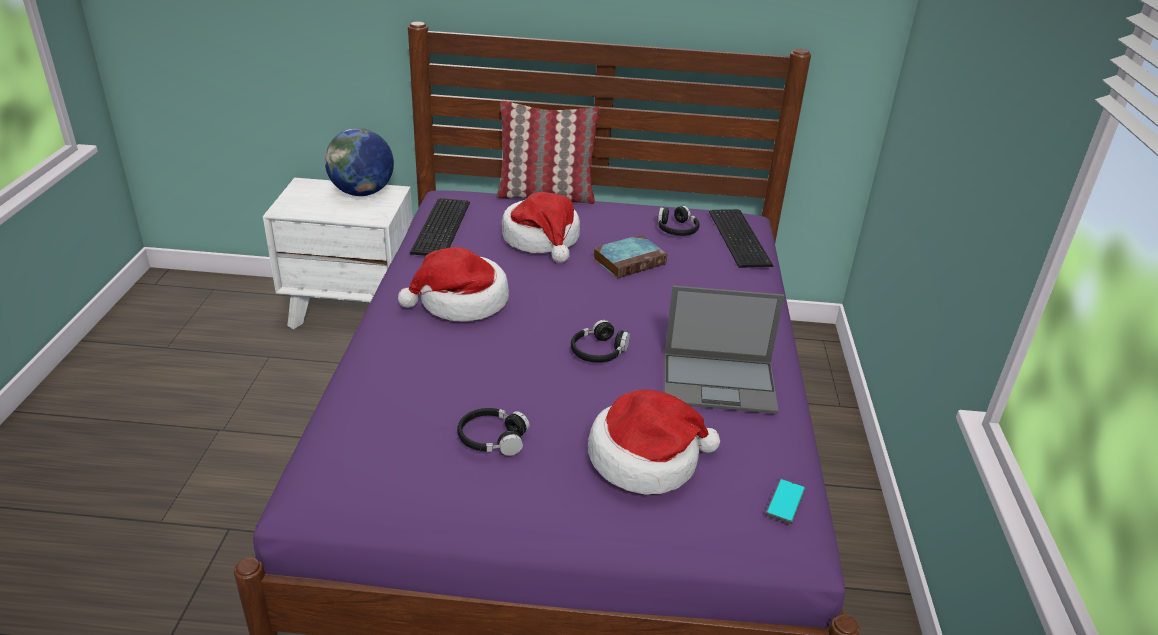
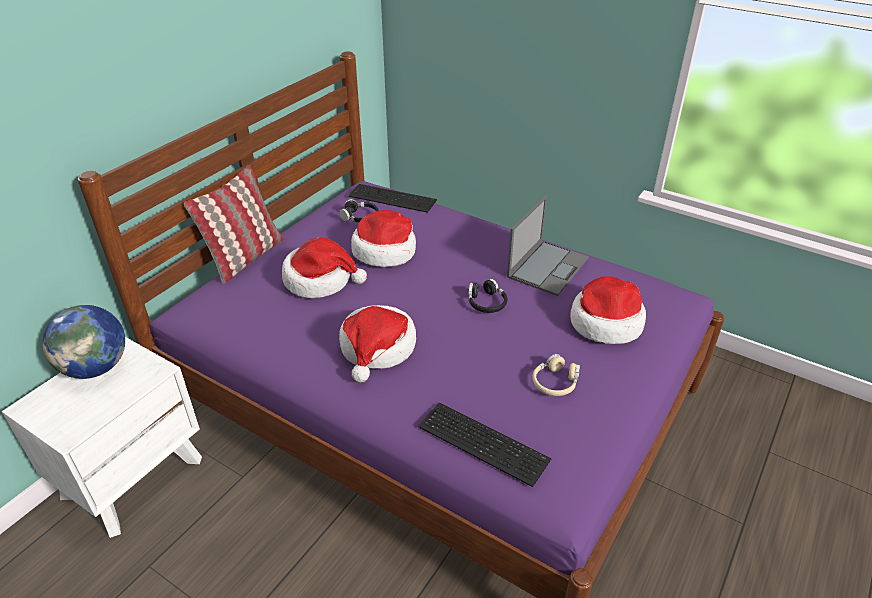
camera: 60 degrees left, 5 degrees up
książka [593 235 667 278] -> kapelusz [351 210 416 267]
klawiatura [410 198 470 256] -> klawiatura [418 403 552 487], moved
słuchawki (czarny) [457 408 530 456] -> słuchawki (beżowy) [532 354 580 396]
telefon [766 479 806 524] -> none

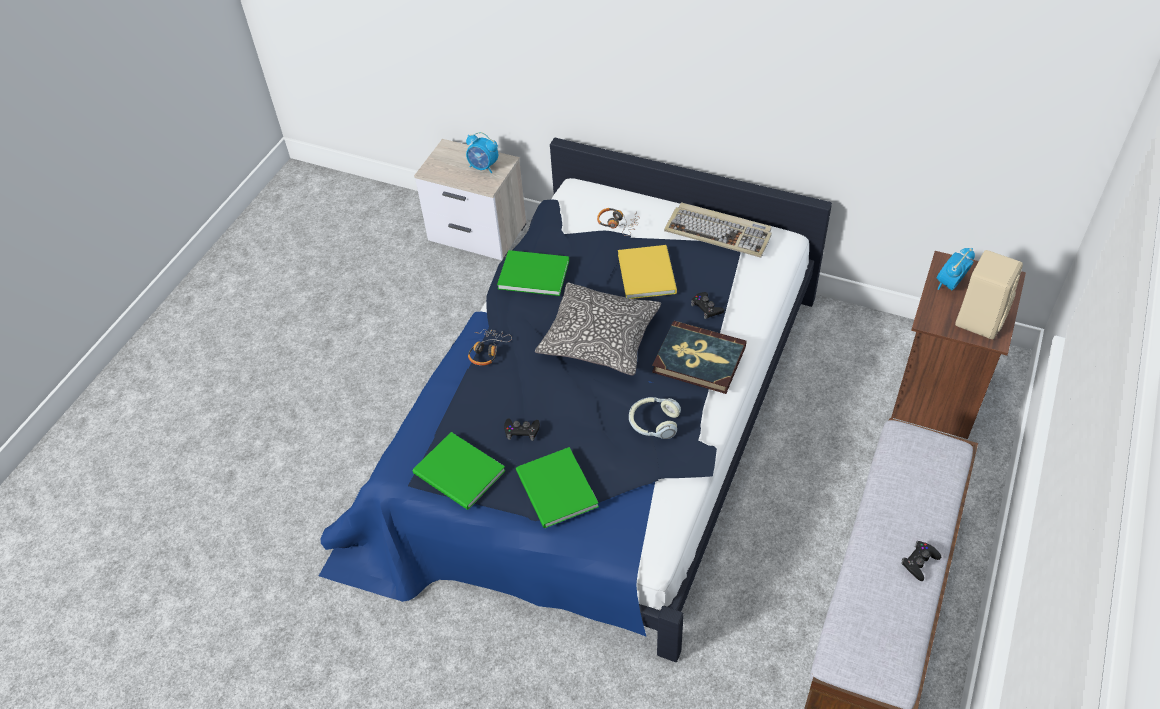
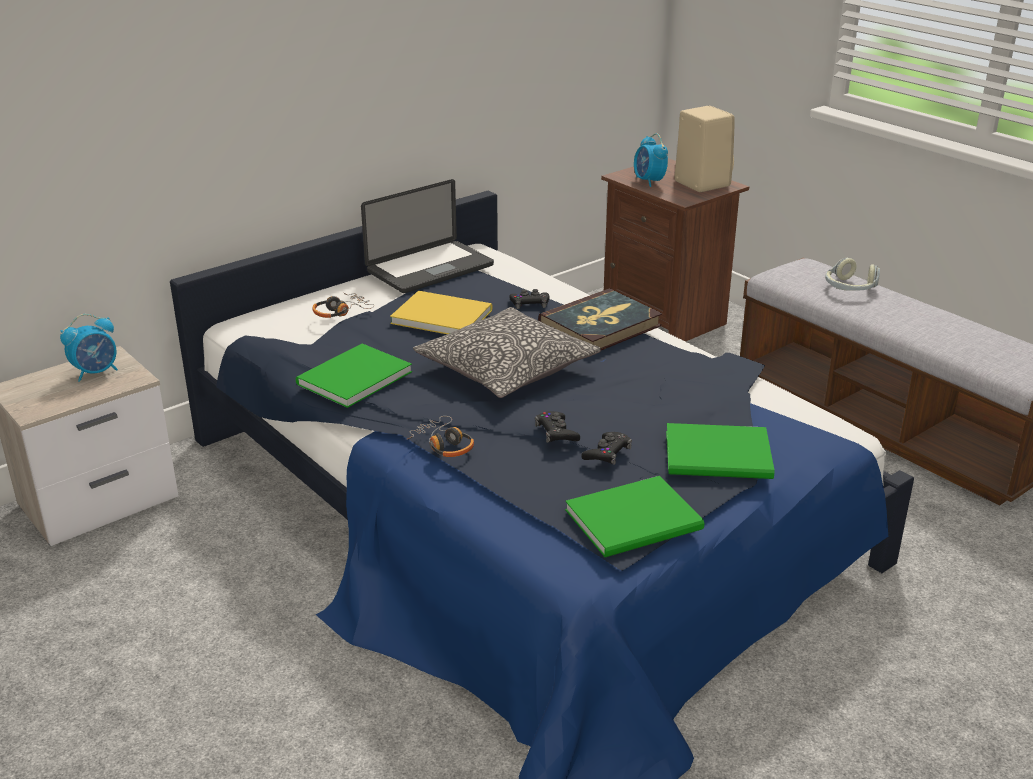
camera: 65 degrees left, 20 degrees down
klawiatura [664 203 772 258] -> laptop [361 179 494 293]
pad do gier (czarny) [901 541 941 581] -> pad do gier (czarny) [535 411 580 443], moved
słuchawki [629 397 681 439] -> słuchawki [825 258 880 291], moved

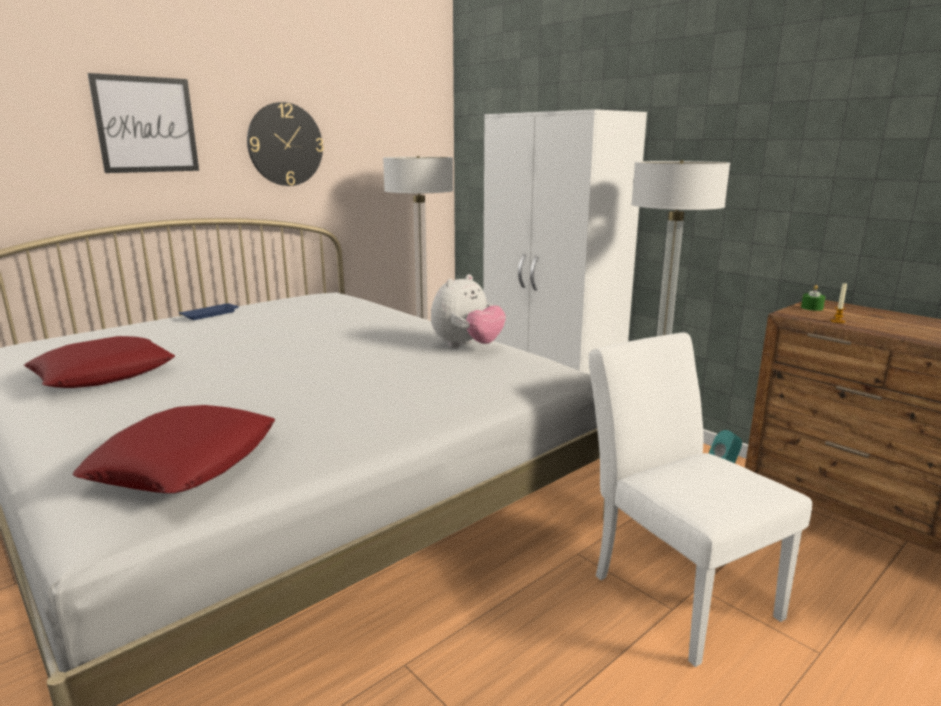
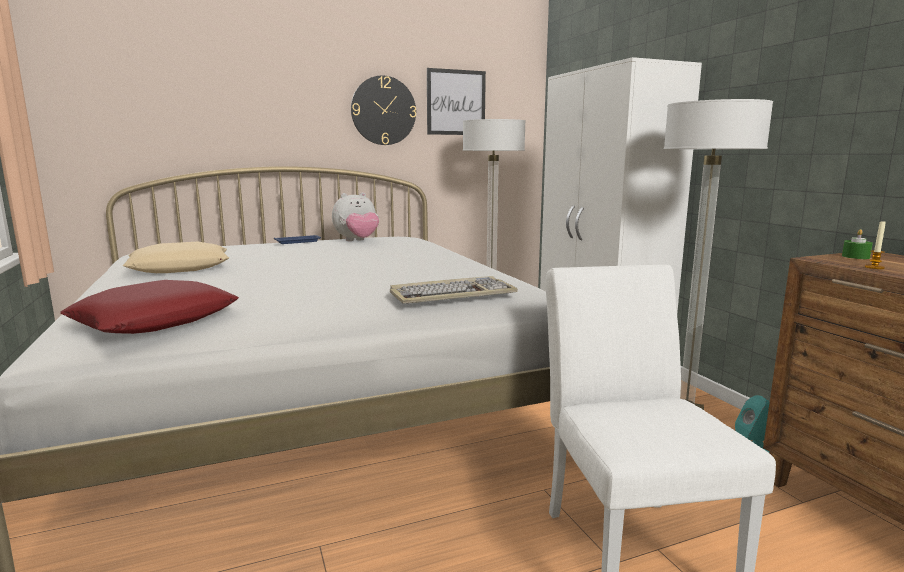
camera: 20 degrees right, 5 degrees down
poduszka (czerwony) [24 336 175 388] -> poduszka (beżowy) [123 242 229 273]
pluszak [431 274 506 348] -> pluszak [332 192 379 241], moved
none -> klawiatura [390 276 518 304]
obraz [87 73 199 173] -> obraz [427 68 486 135], moved

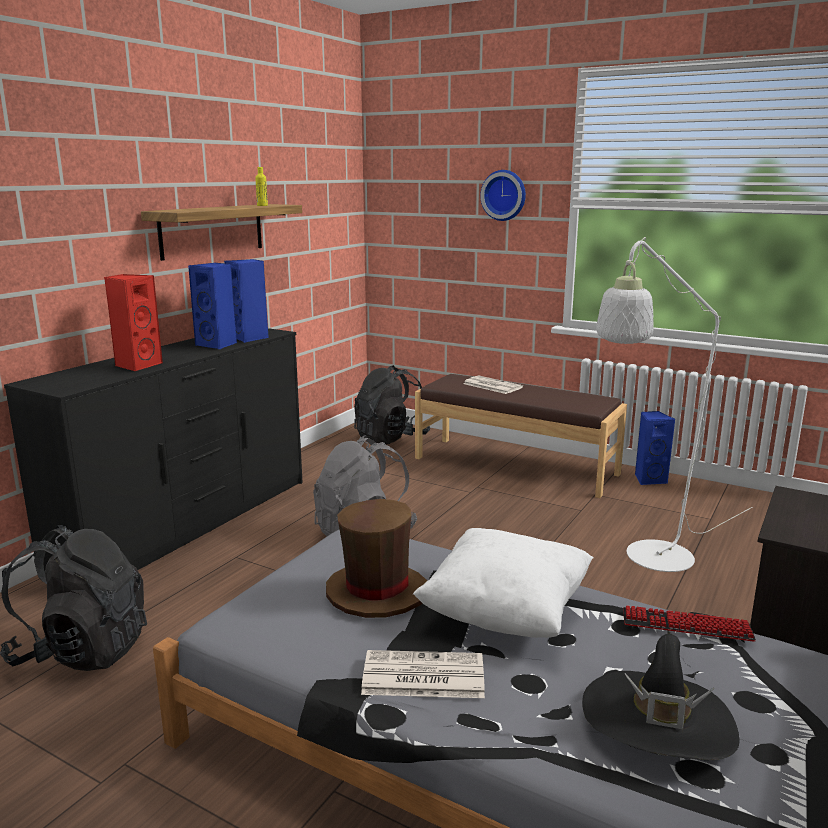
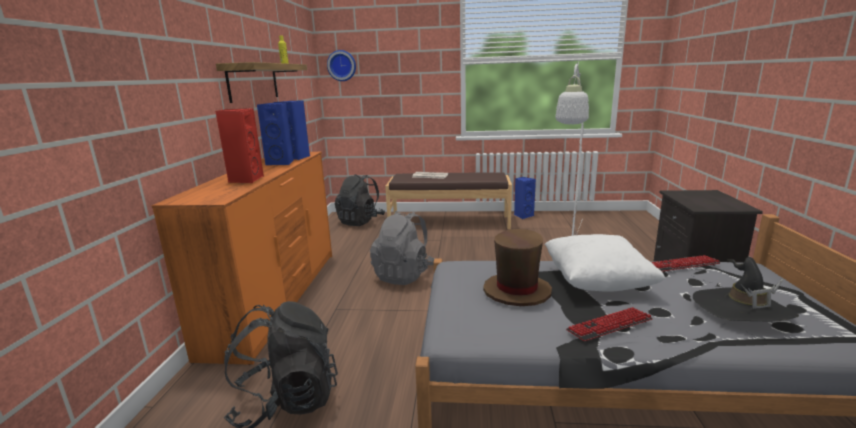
camera: 25 degrees left, 0 degrees up
komoda (czarny) [4 328 303 571] -> komoda (pomarańczowy) [151 152 332 365]
zegar ścienny [480 170 526 221] -> zegar ścienny [327 50 356 81], moved
gazeta [361 650 485 698] -> klawiatura [566 307 653 341]

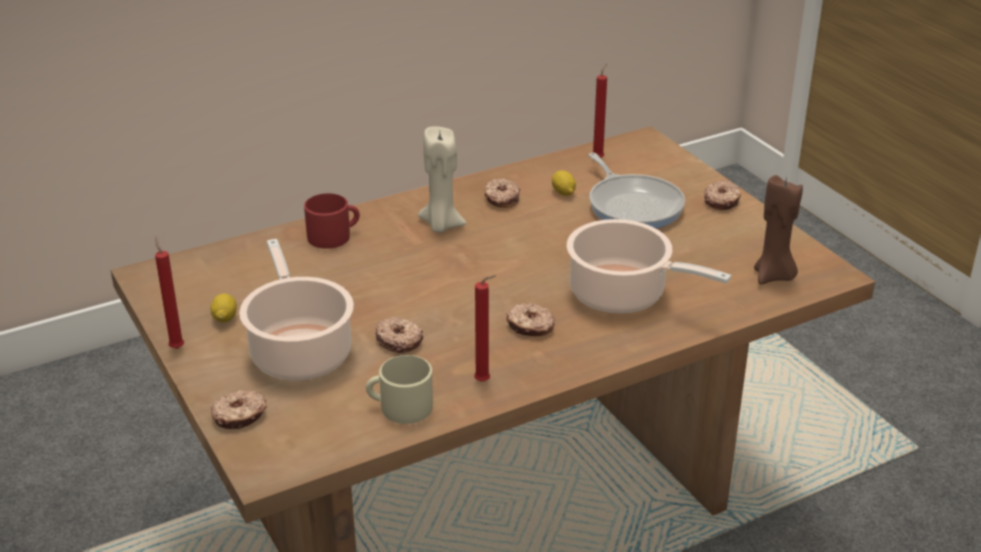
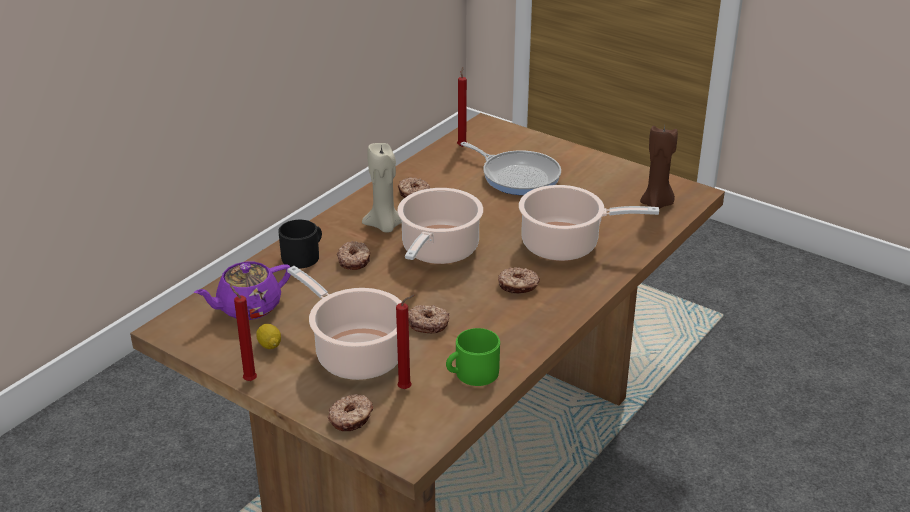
camera: 25 degrees left, 0 degrees up
none -> imbryk (fioletowy) [194 262 291 320]
kubek (czerwony) [304 193 360 249] -> kubek (czarny) [279 220 322 269]
donut [704 181 741 210] -> donut [337 241 370 270], moved
świeca (czerwony) [474 275 496 382] -> świeca (czerwony) [396 295 414 389], moved
none -> garnek [398 188 483 264]
kubek (beżowy) [366 355 433 424] -> kubek (zielony) [446 328 500 386]
cytryna [552 170 576 196] -> none

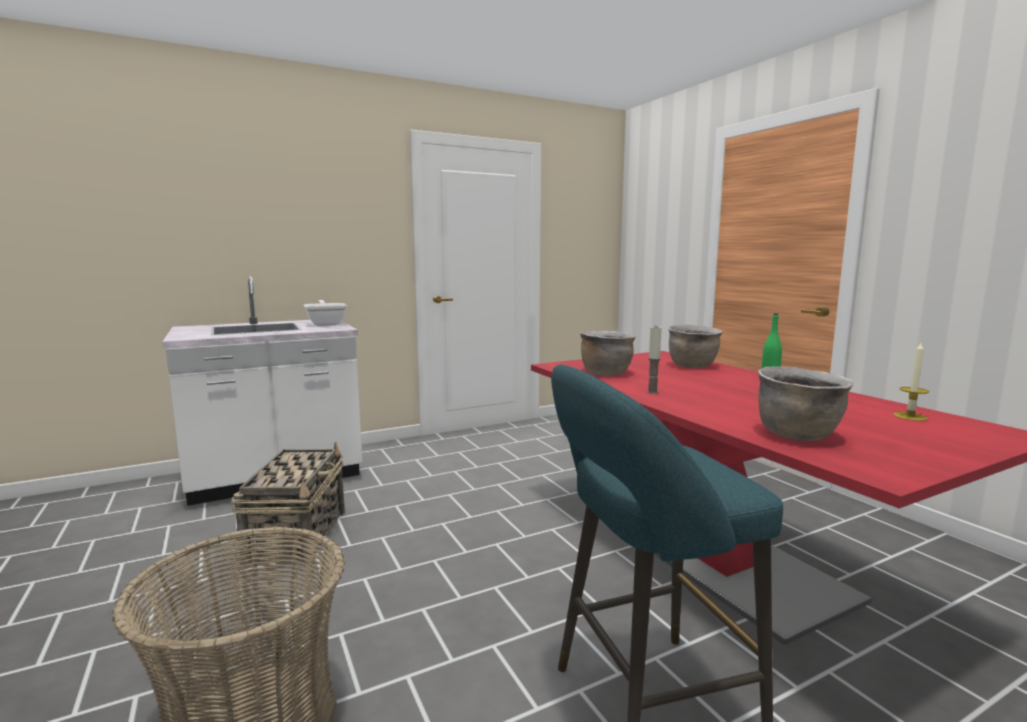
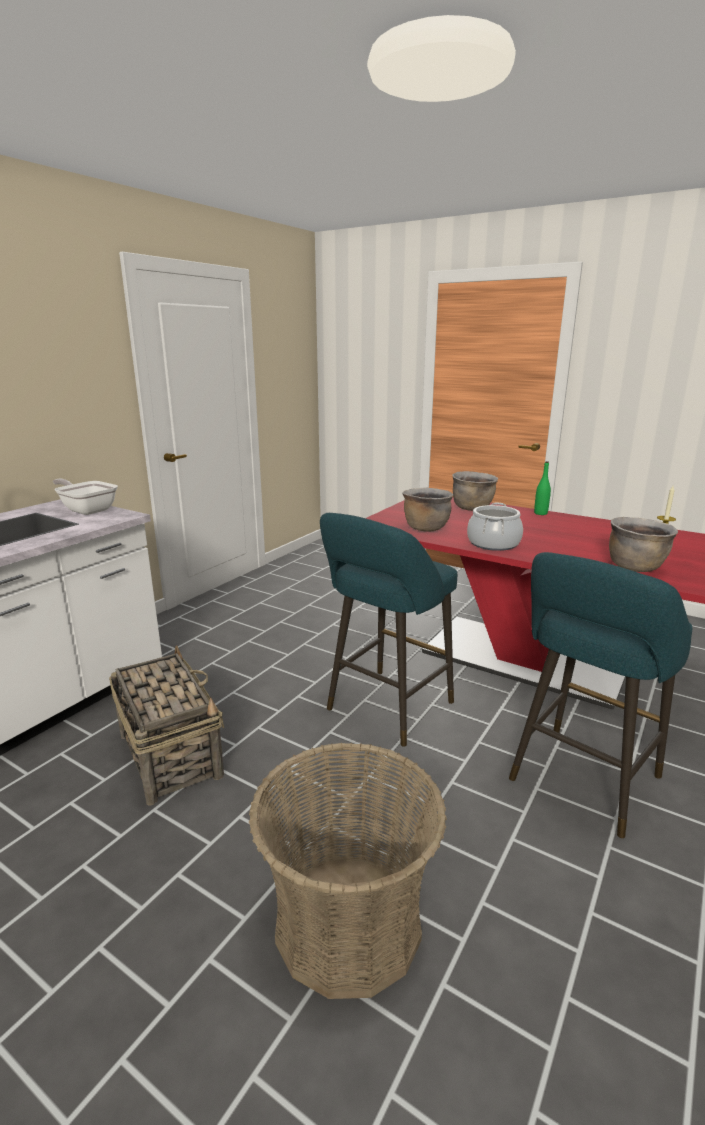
camera: 30 degrees left, 10 degrees up
none -> stołek (turkusowy) [320 513 457 746]
świeca [647 327 661 394] -> garnek [467 503 523 551]

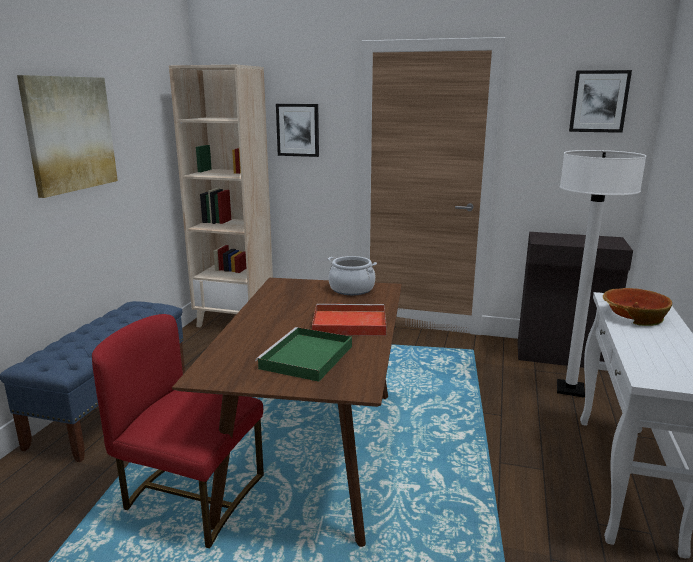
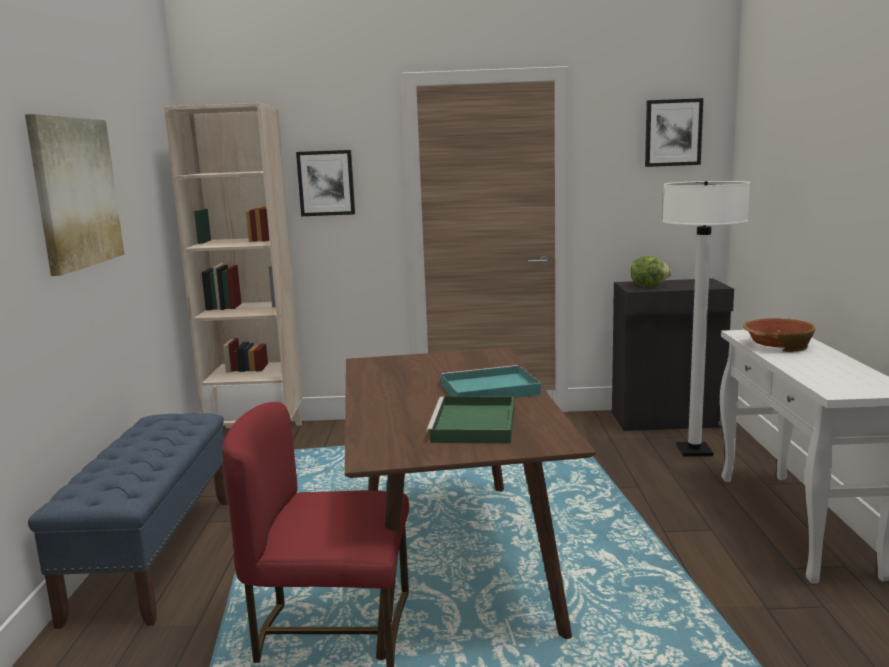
camera: 15 degrees left, 5 degrees down
taca (czerwony) [312 304 386 336] -> taca (turkusowy) [440 365 541 398]
none -> sałata [630 256 671 287]
garnek [328 256 377 295] -> none

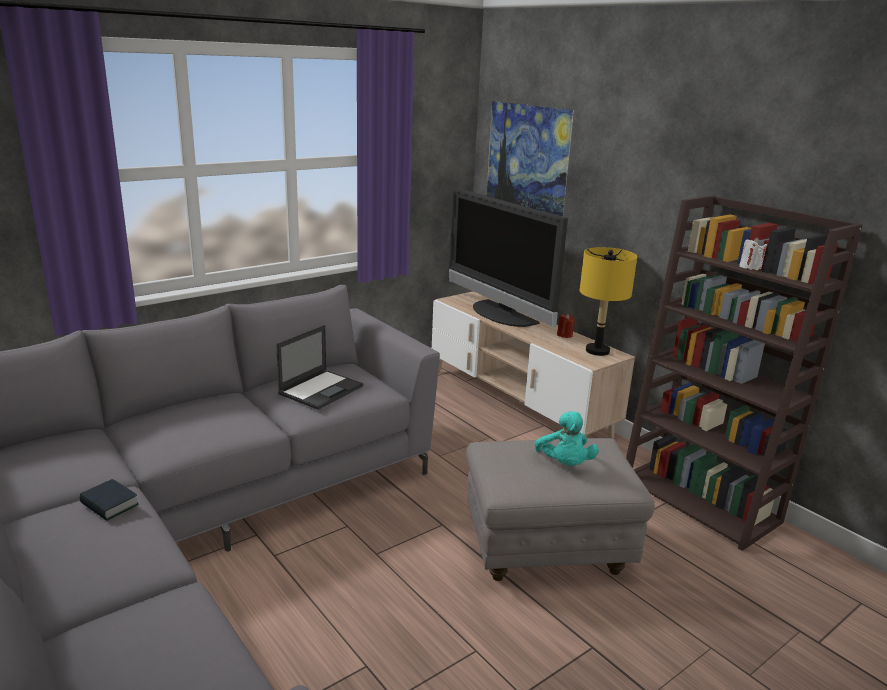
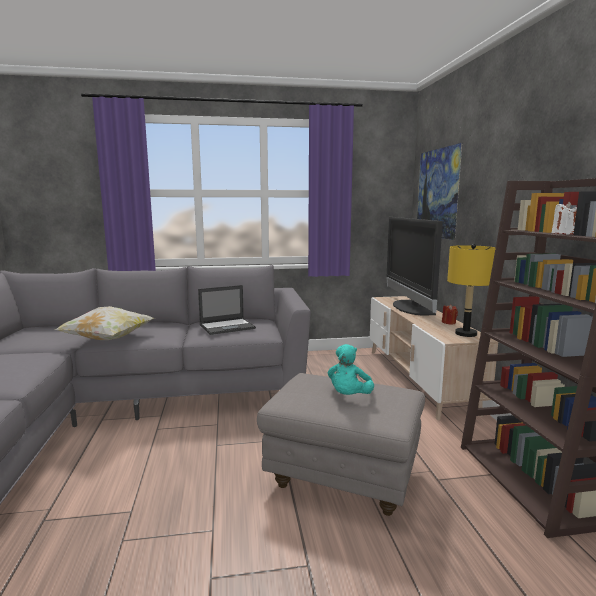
camera: 30 degrees right, 10 degrees down
none -> poduszka [54 306 154 340]
książka [79 479 139 521] -> none

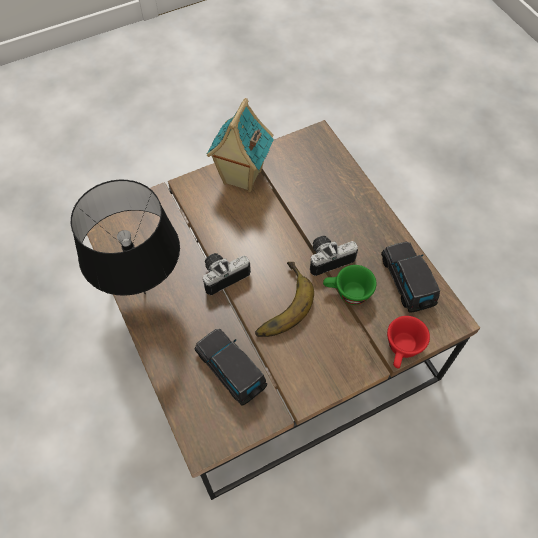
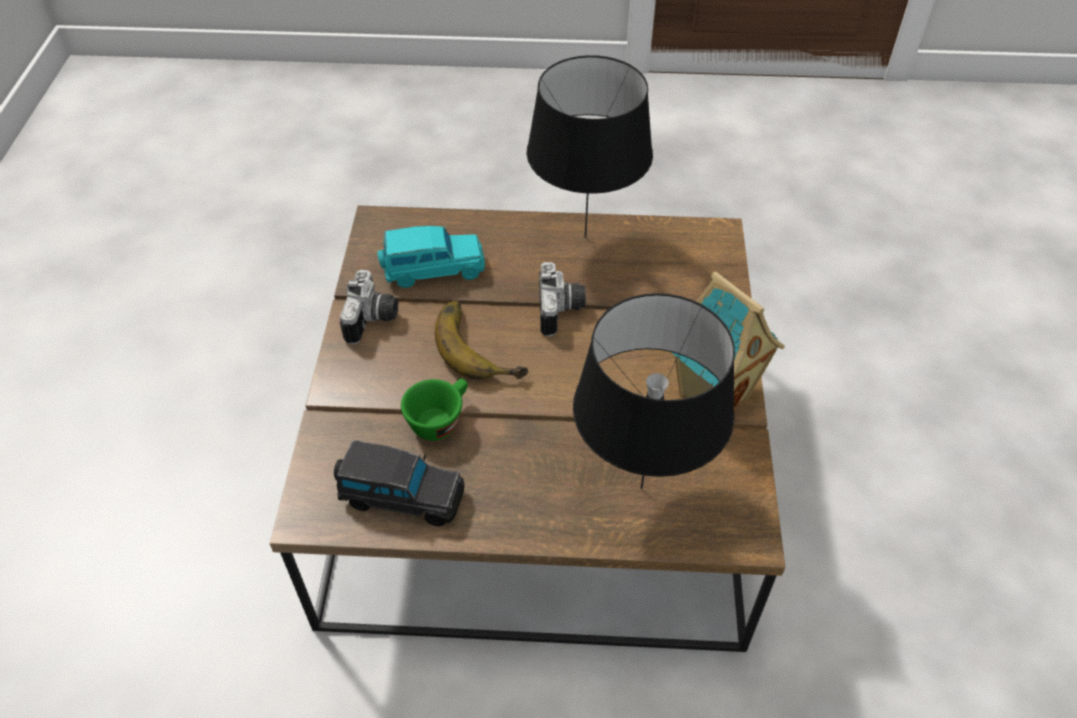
camera: 120 degrees right, 10 degrees down
aparat fotograficzny [310 236 358 276] -> aparat fotograficzny [340 270 398 345], moved
samochodzik (czarny) [195 329 267 406] -> samochodzik (turkusowy) [377 226 485 288]
none -> lampa stołowa (czarny) [573 293 735 489]
filiżanka (czerwony) [387 316 430 368] -> none

